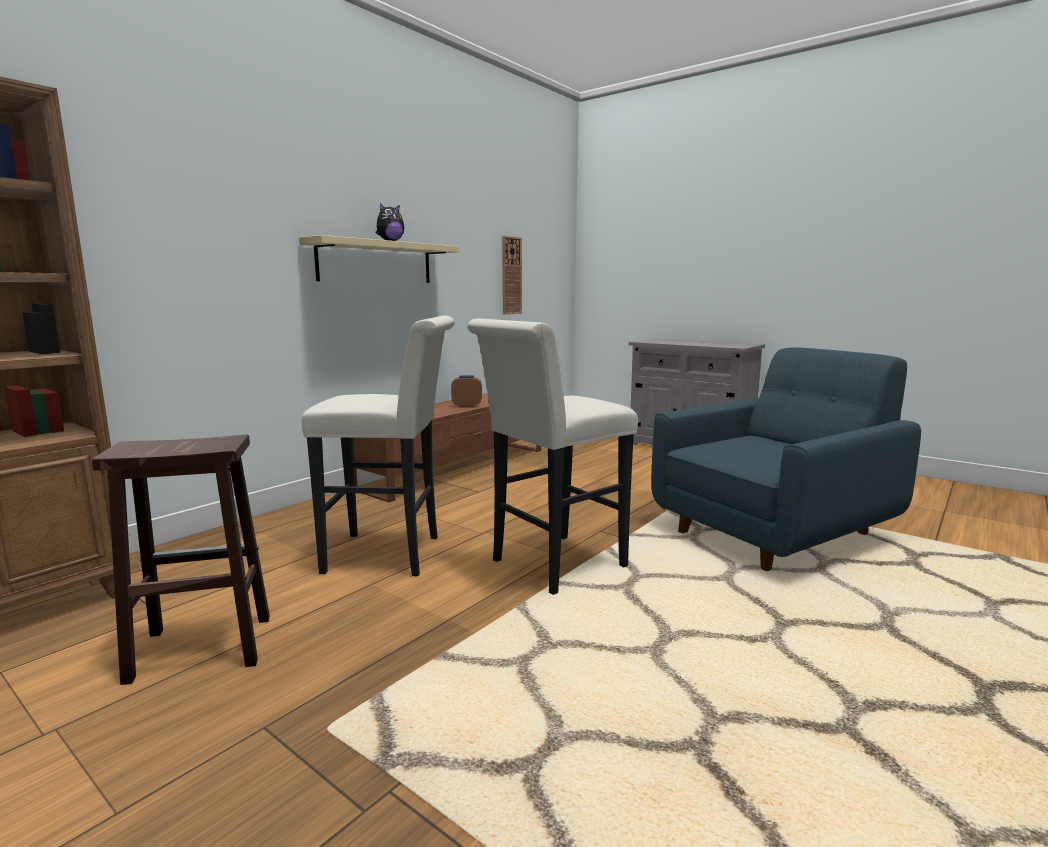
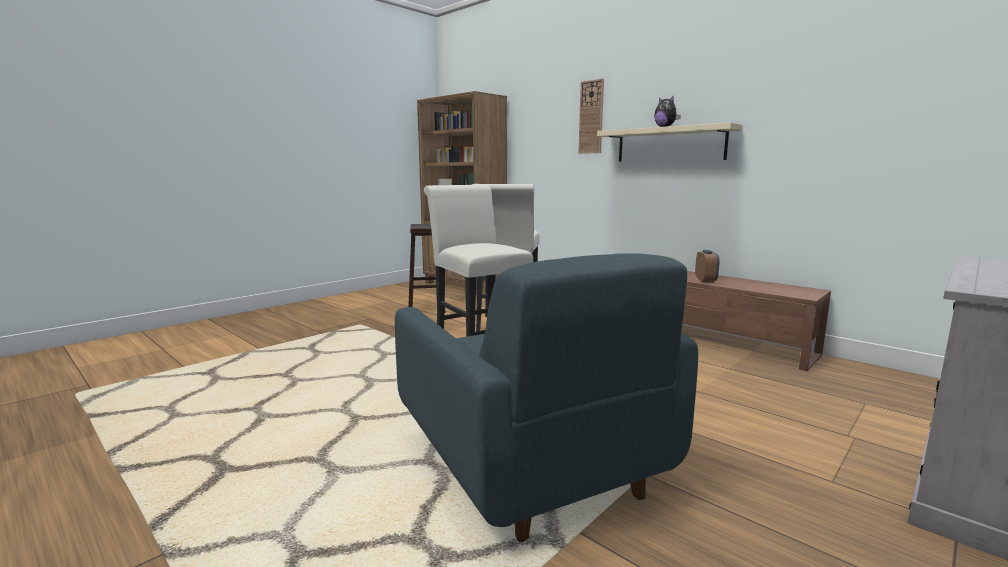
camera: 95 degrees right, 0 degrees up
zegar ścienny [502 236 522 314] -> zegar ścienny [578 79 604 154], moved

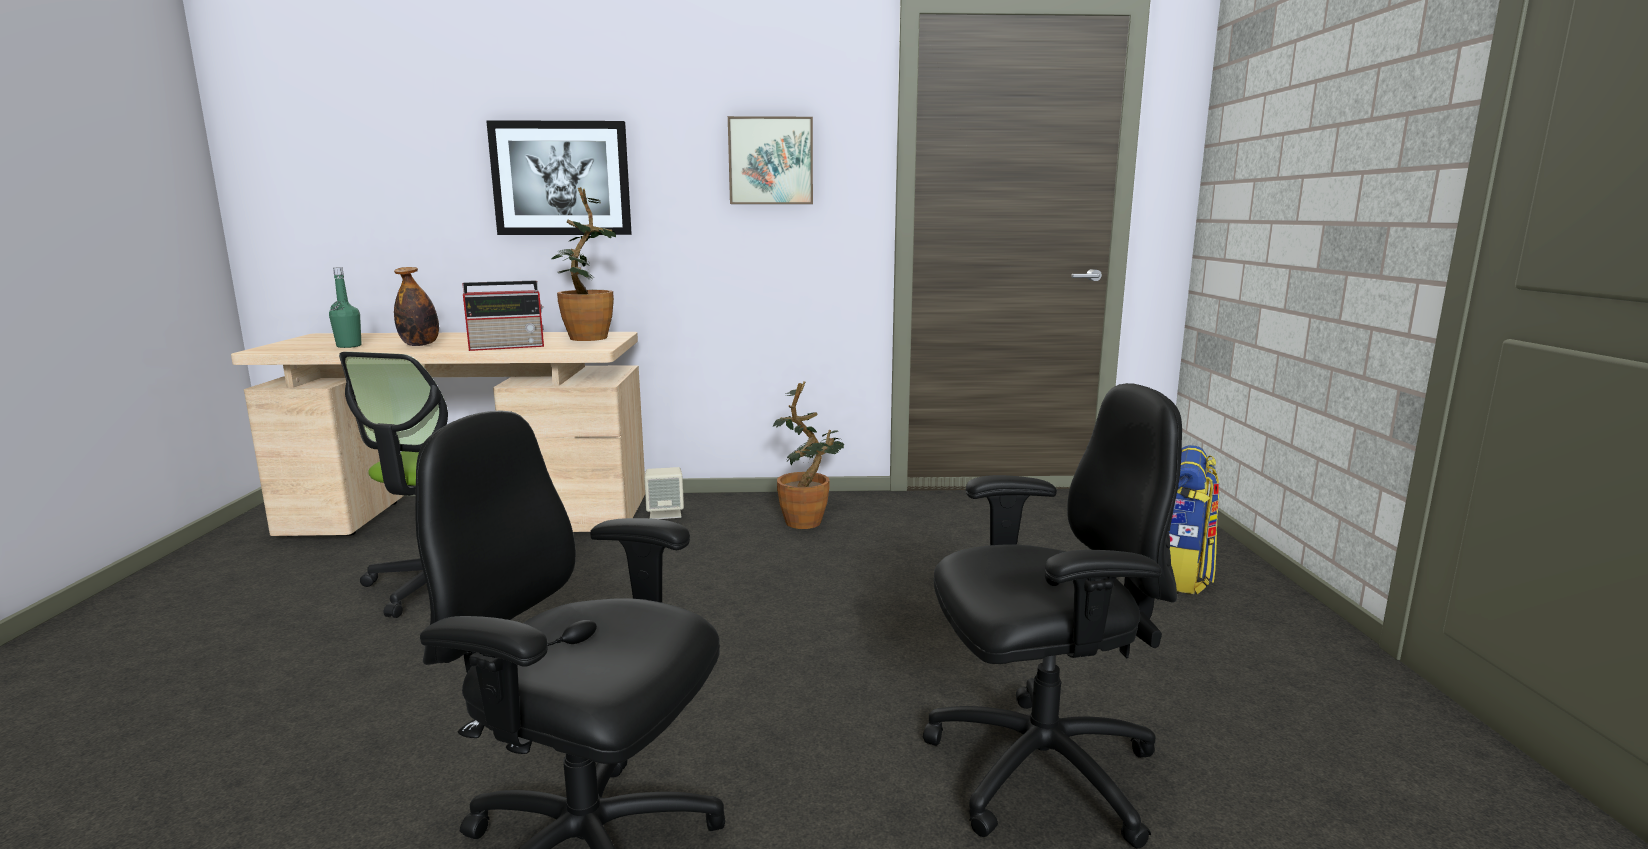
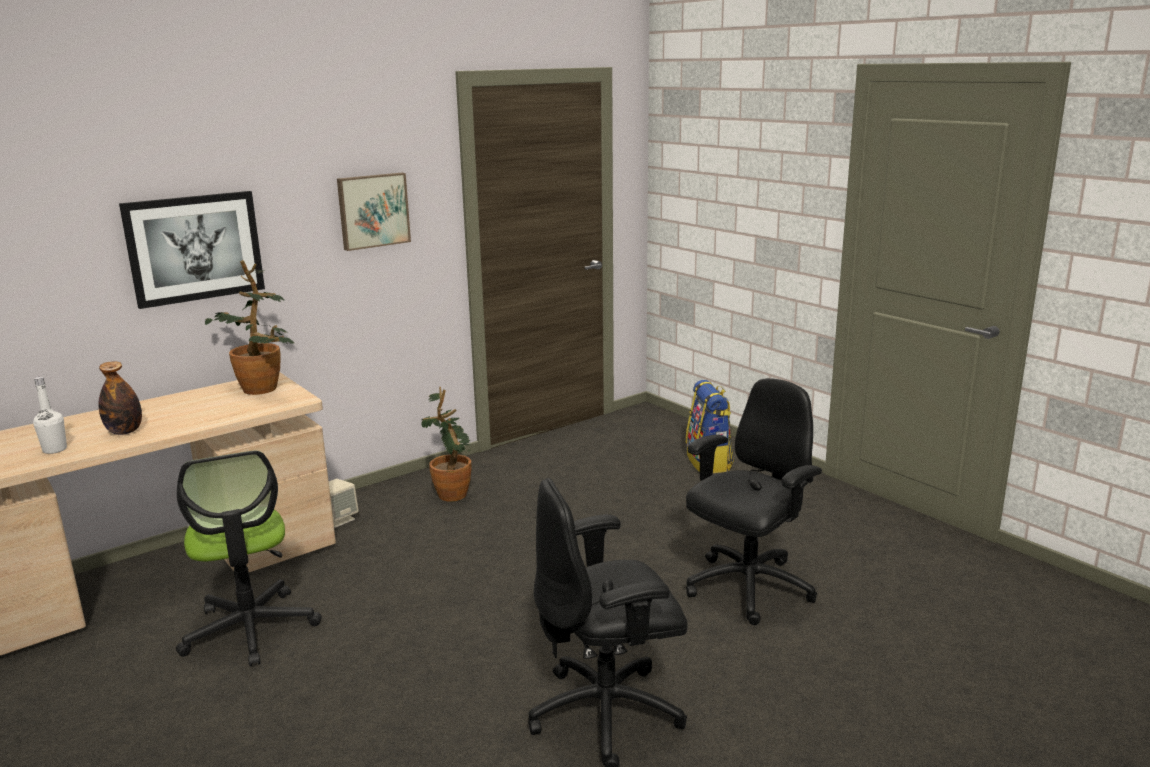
camera: 35 degrees left, 5 degrees up
butelka (zielony) [329 268 362 348] -> butelka (biały) [33 377 67 454]
radio [462 280 544 351] -> none

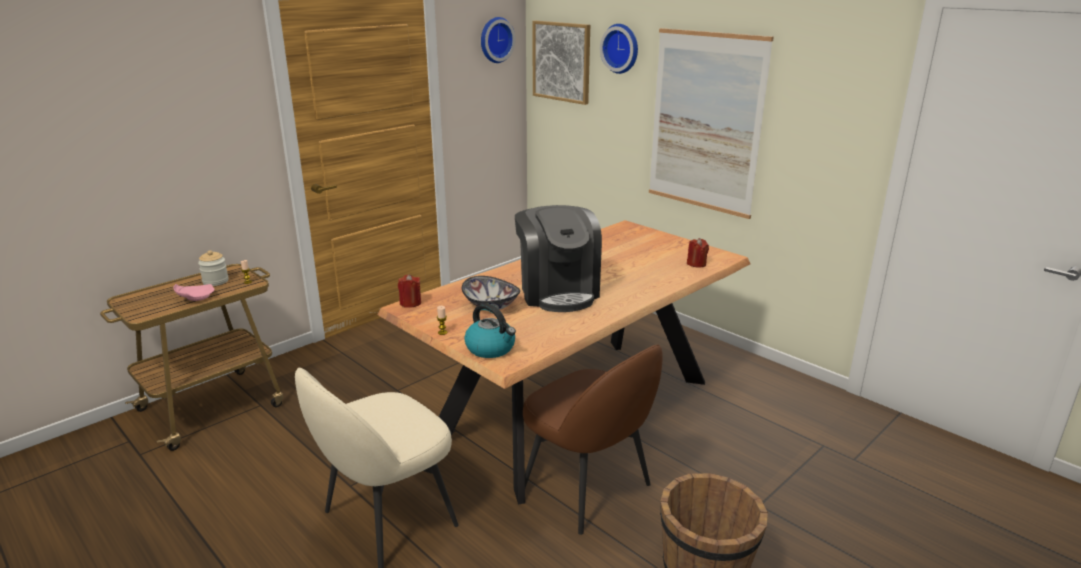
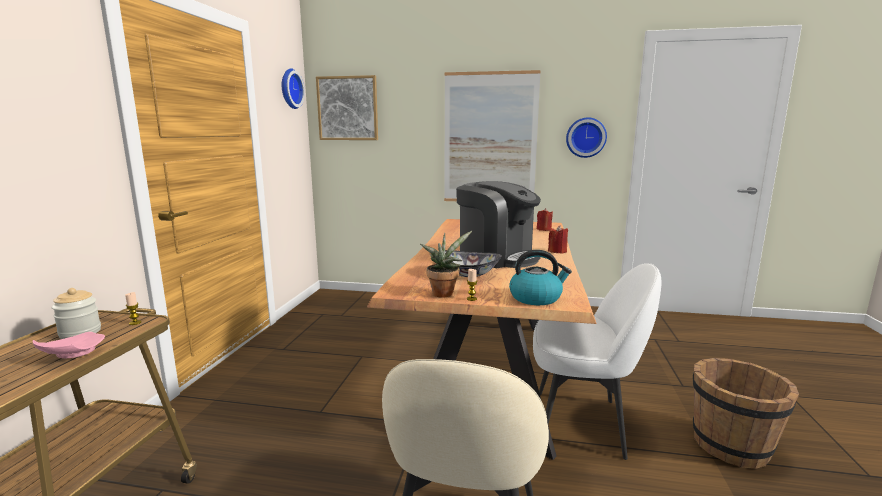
camera: 35 degrees left, 10 degrees down
none -> roślina doniczkowa [420 231 472 298]
krzesło (brązowy) [523 344 663 535] -> krzesło (biały) [533 263 662 460]
świeca (czerwony) [398 274 421 308] -> świeca (czerwony) [548 225 568 254], moved
zegar ścienny [600 24 638 74] -> zegar ścienny [566 118 607 158], moved

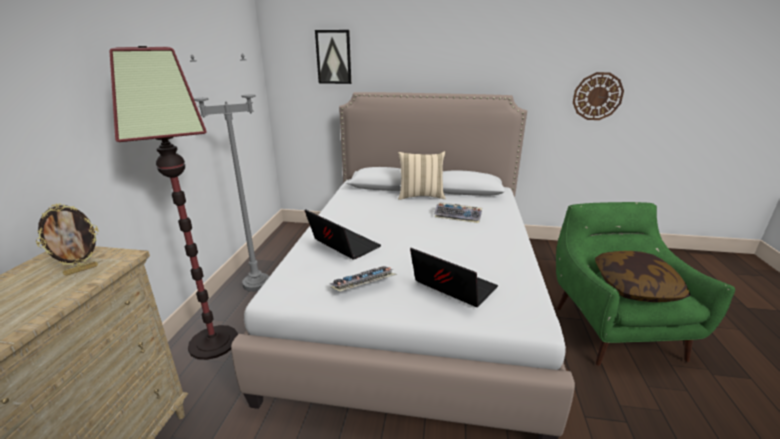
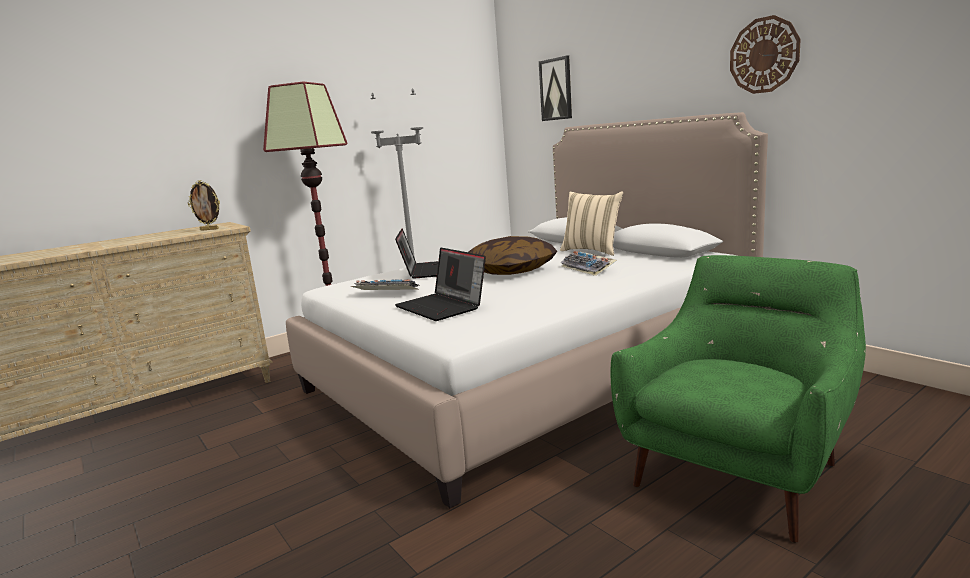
camera: 45 degrees right, 10 degrees down
laptop [410 248 498 307] -> laptop [395 248 486 321], 150 degrees clockwise
poduszka [595 251 691 302] -> poduszka [468 236 557 275], moved
zegar ścienny [573 72 624 120] -> zegar ścienny [730 15 801 94], moved

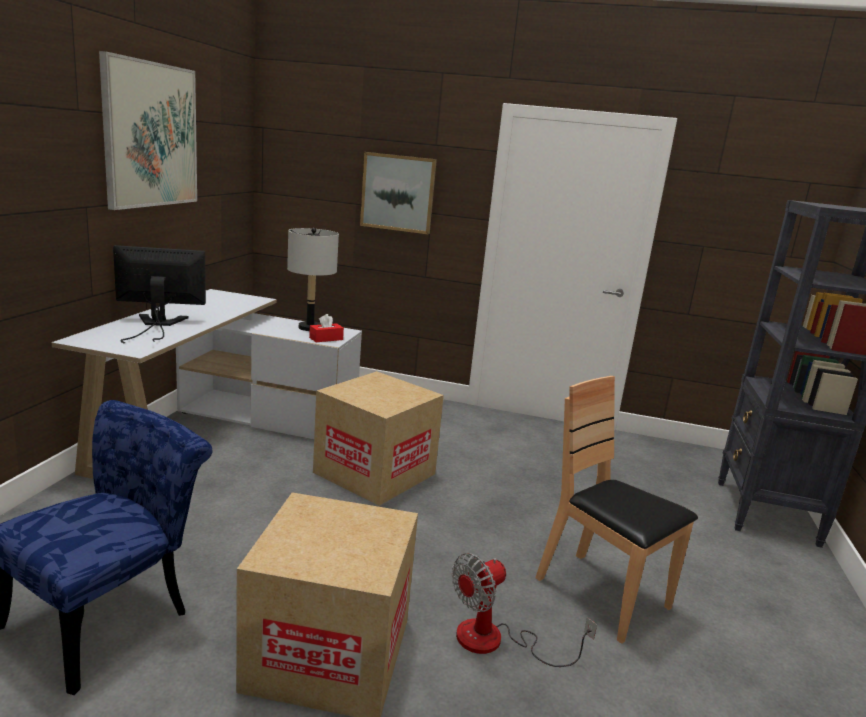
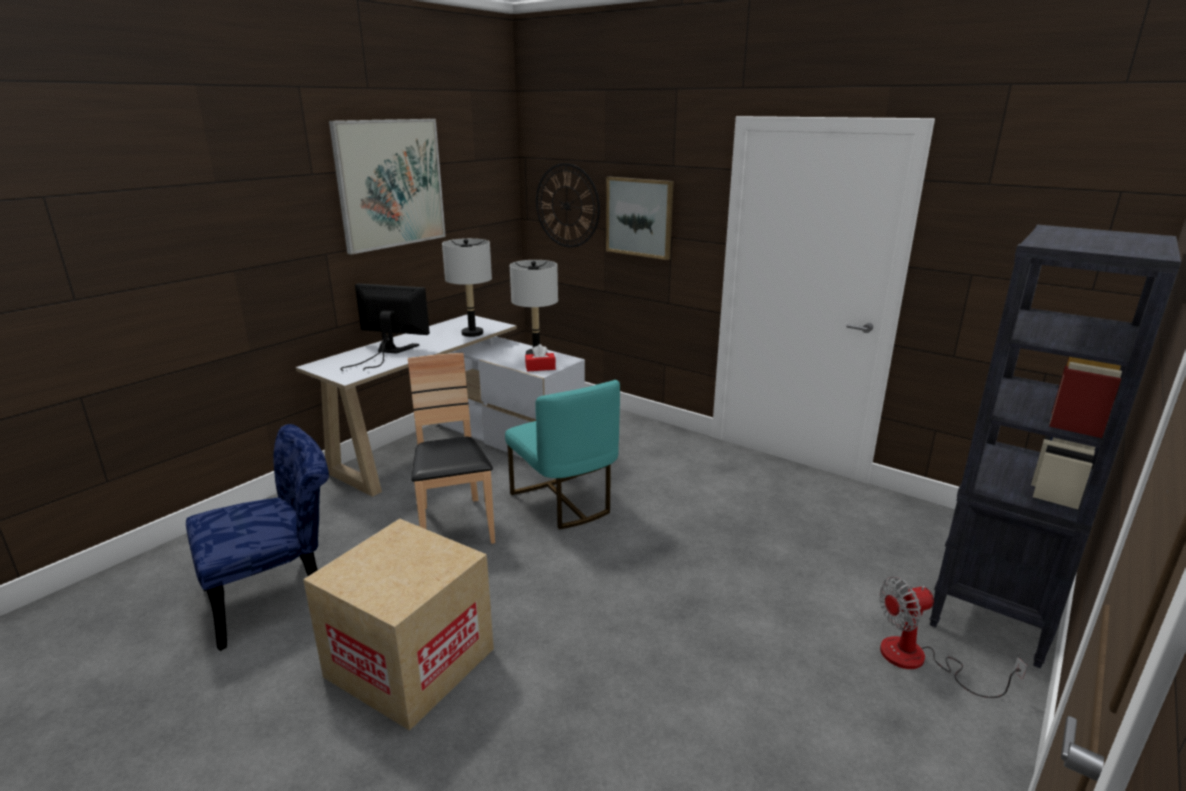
camera: 25 degrees right, 5 degrees up
krzesło (brązowy) [535 376 698 644] -> krzesło (brązowy) [408 353 495 544], moved
none -> lampa stołowa (szary) [442 238 492 337]
karton [313 371 444 506] -> krzesło (turkusowy) [505 380 620 529]
none -> zegar ścienny [536 163 600 248]
wentylator [452 553 597 667] -> wentylator [879 576 1027 698], moved

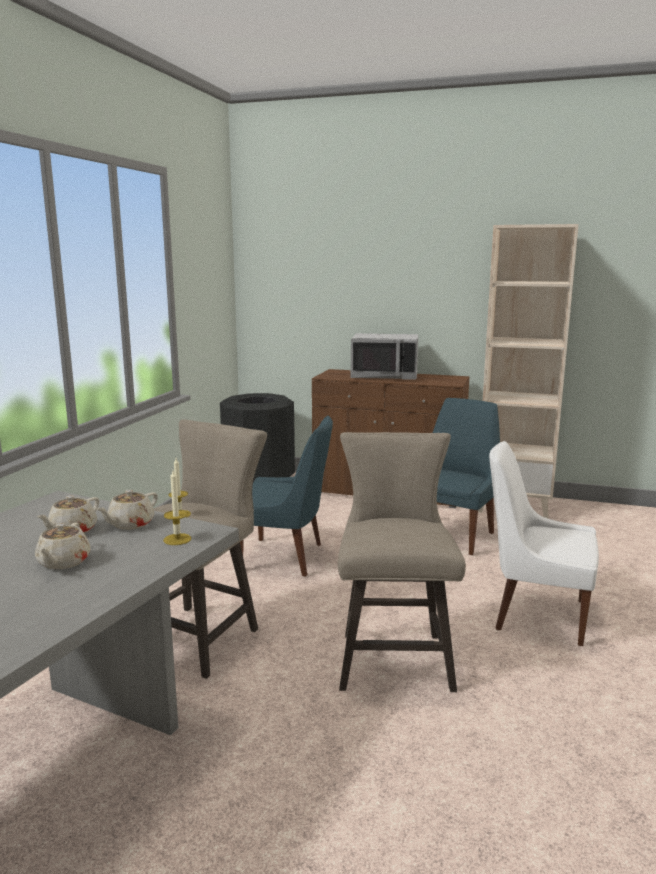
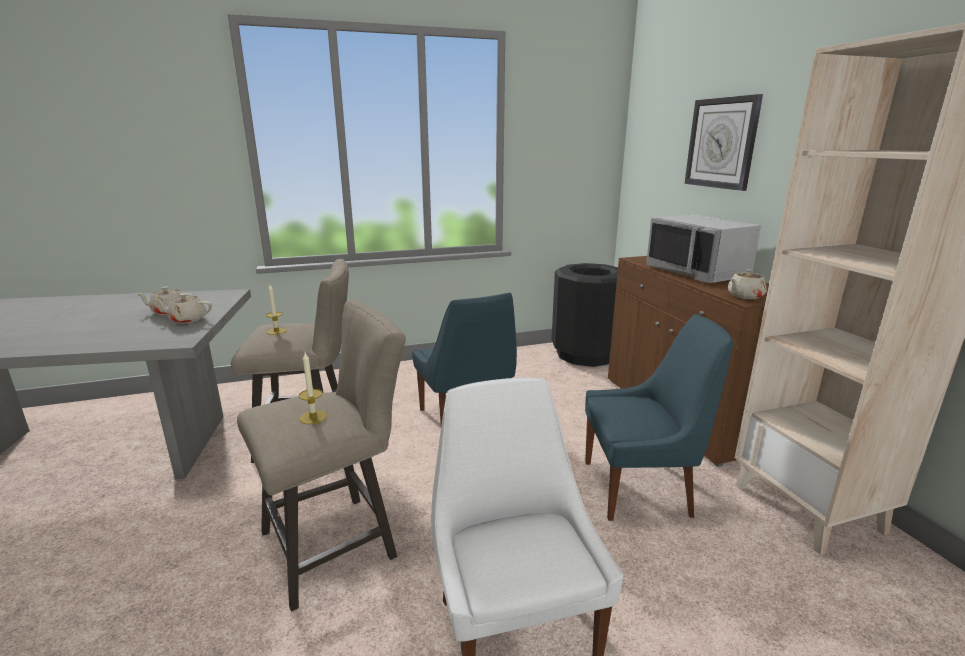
camera: 55 degrees right, 5 degrees up
świeca [164 470 191 545] -> świeca [298 353 327 424], moved
none -> zegar ścienny [684 94 763 191]
imbryk (beżowy) [35 523 91 570] -> imbryk (beżowy) [728 269 767 299], moved

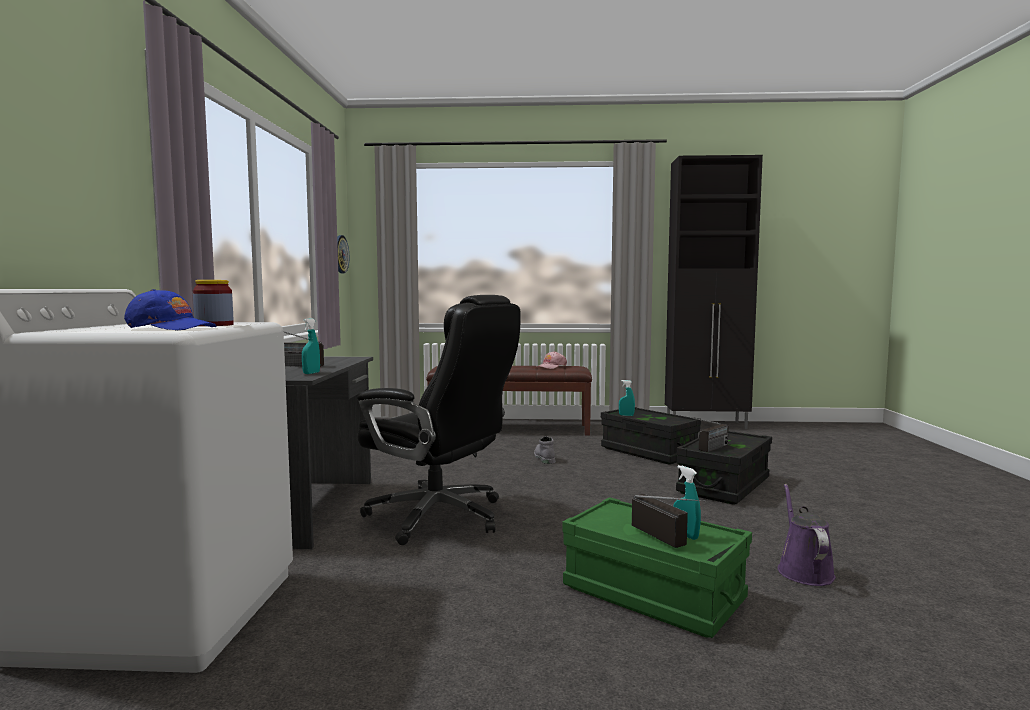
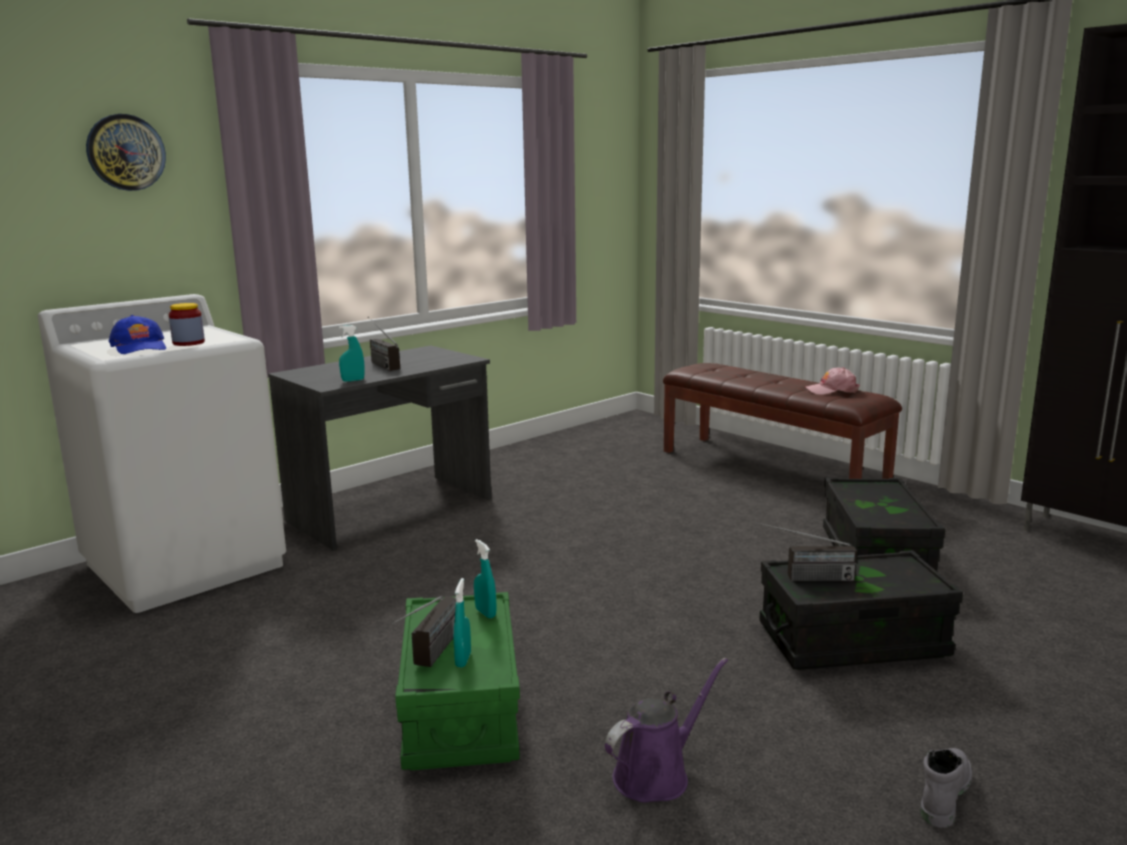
camera: 45 degrees right, 10 degrees up
zegar ścienny [337 235 349 273] -> zegar ścienny [86 114 166 191], moved
spryskiwacz (turkusowy) [619 380 635 416] -> spryskiwacz (turkusowy) [474 539 496 618], moved
but z cholewką (szary) [534 436 556 464] -> but z cholewką (szary) [921 748 972 828], moved
krzesło biurowe (czarny) [357 295 521 545] -> none

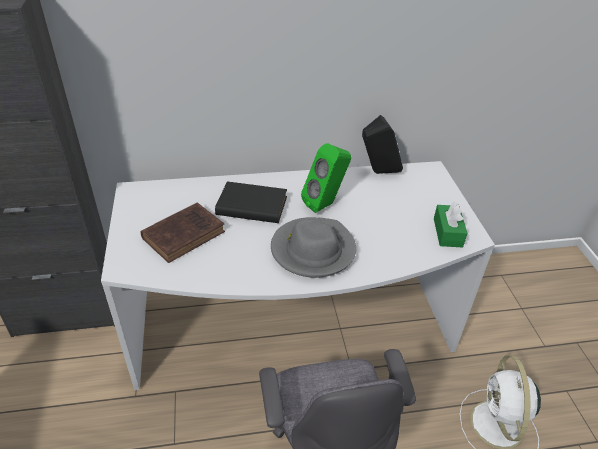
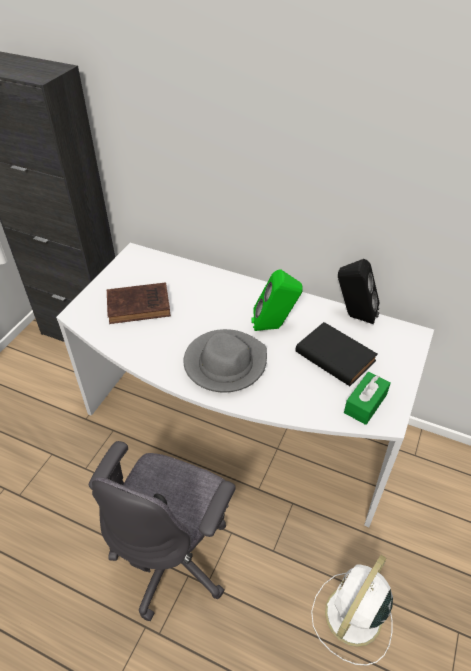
camera: 35 degrees right, 5 degrees up
książka (czarny) [215 181 287 223] -> książka (czarny) [295 322 378 386], moved

